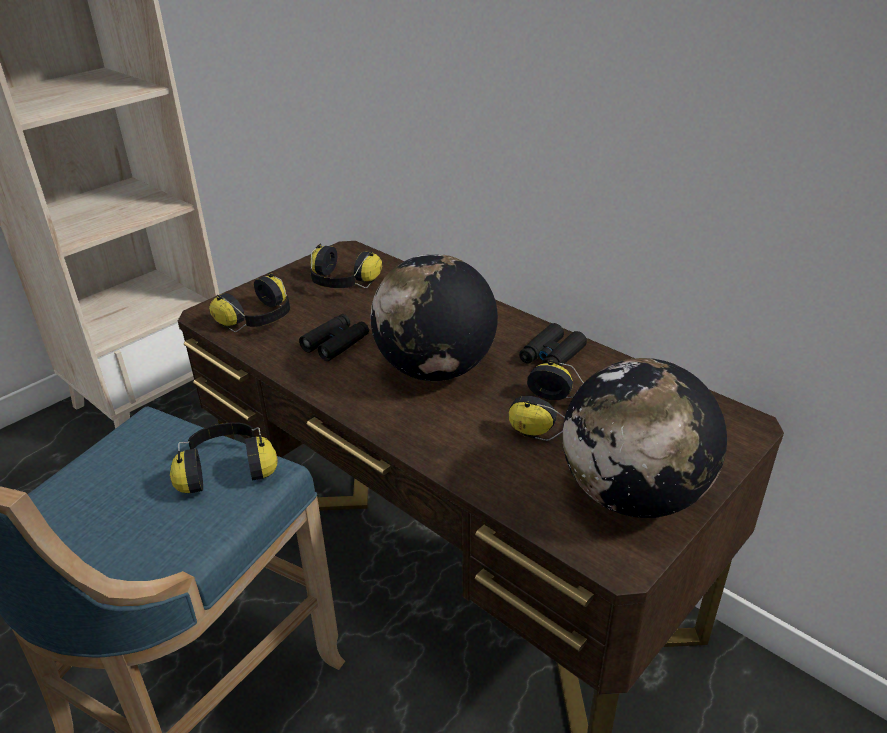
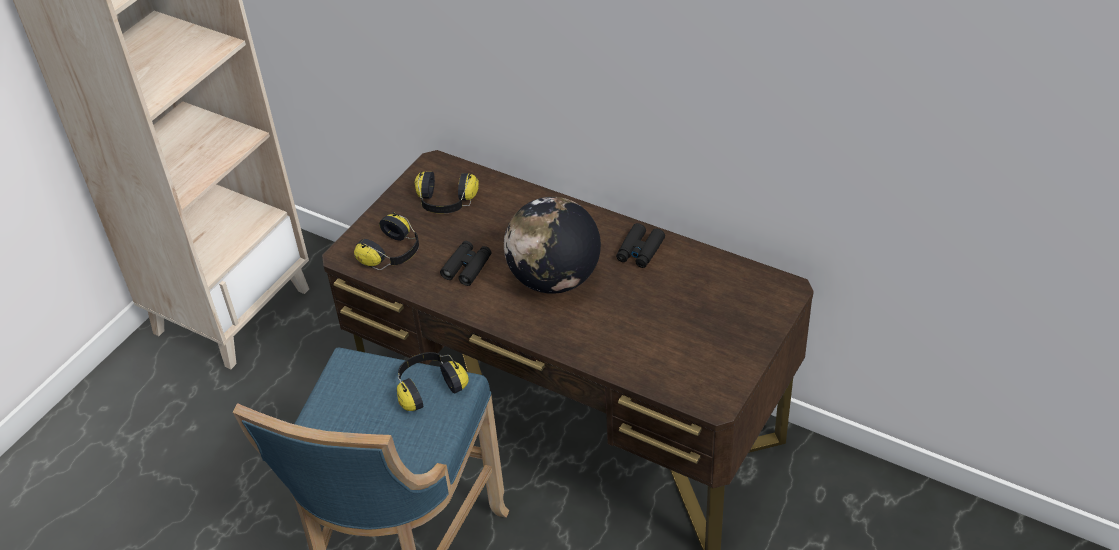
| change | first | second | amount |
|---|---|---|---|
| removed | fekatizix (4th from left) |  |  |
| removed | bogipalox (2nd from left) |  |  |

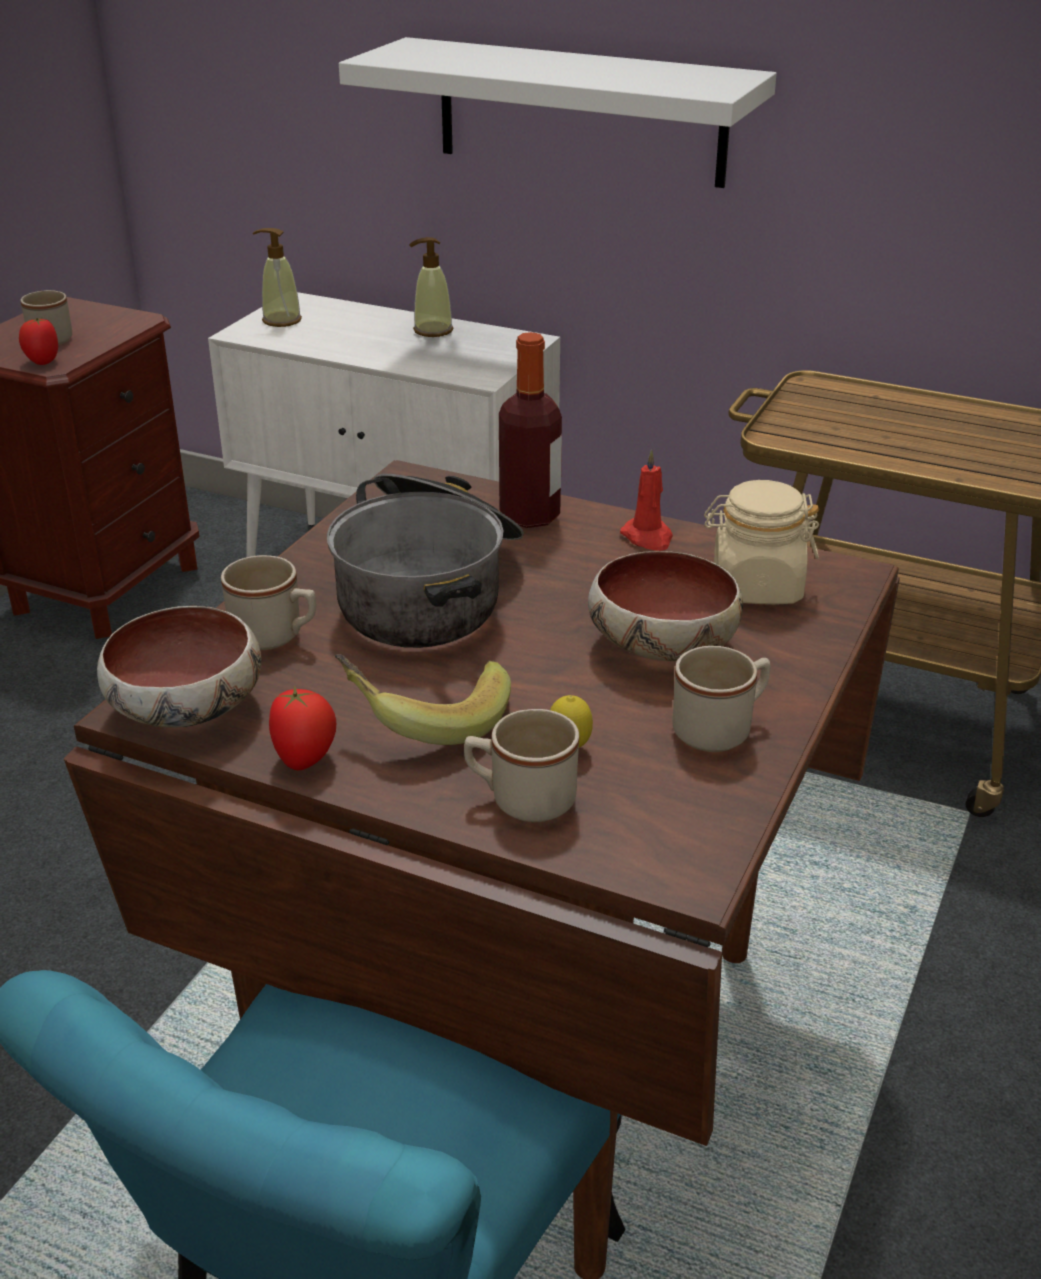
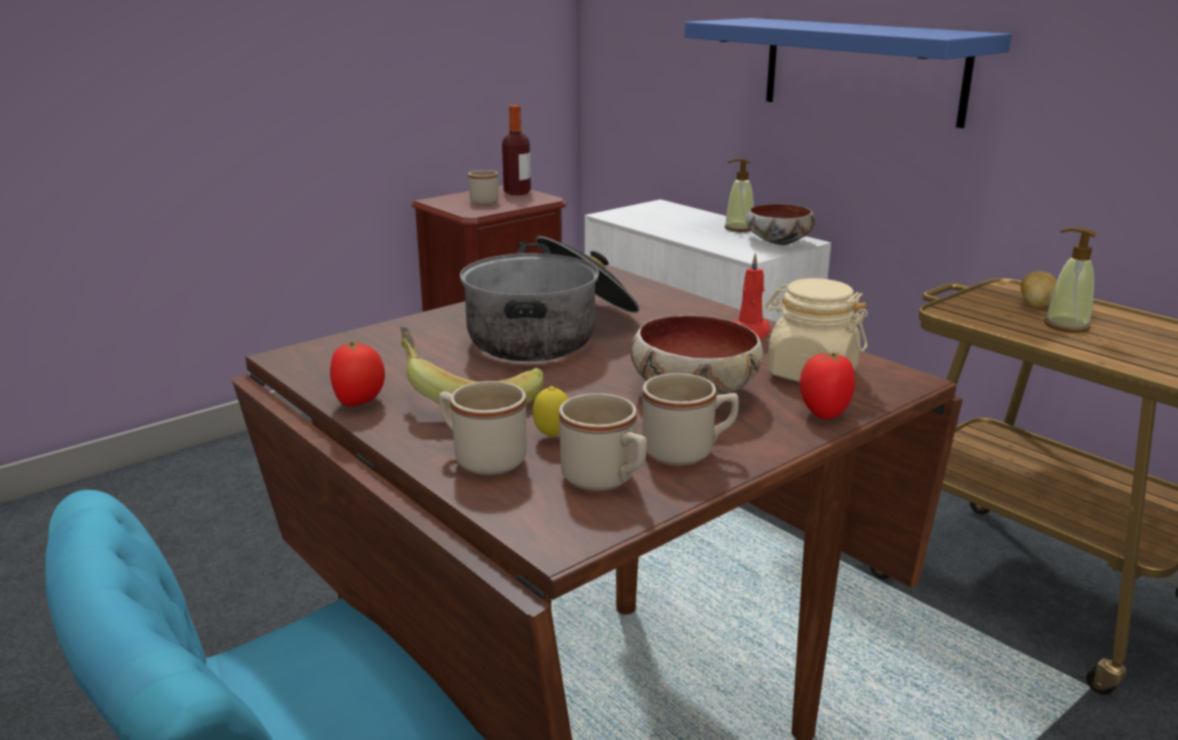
| change | first | second | amount |
|---|---|---|---|
| moved | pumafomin (1st from left in the first image) | pumafomin (2nd from left) |  |
| moved | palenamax (1st from left in the first image) | palenamax (2nd from left) |  |
| moved | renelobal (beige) (2nd from left in the first image) | renelobal (beige) (3rd from left) |  |
| moved | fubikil (1st from left in the first image) | fubikil (2nd from left) |  |
| recoloured | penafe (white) | penafe (blue) |  |
| moved | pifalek |  |  |
| added |  | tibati |  |

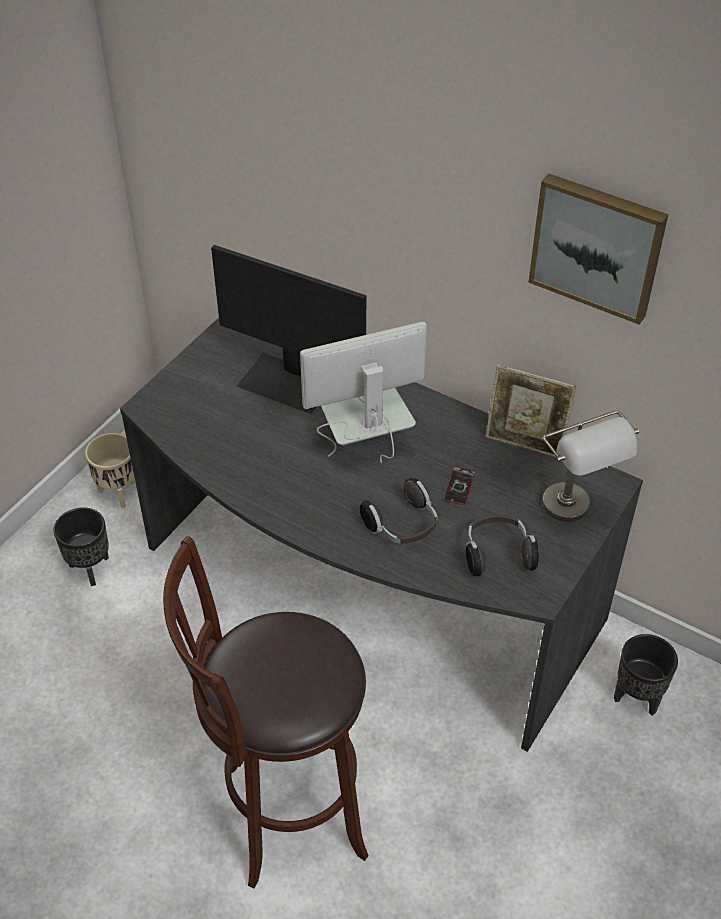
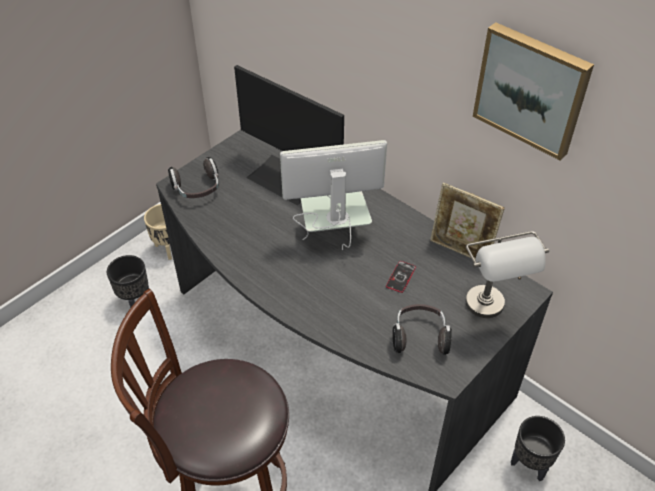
| change | first | second | amount |
|---|---|---|---|
| moved | fekatizix (1st from left) |  |  |

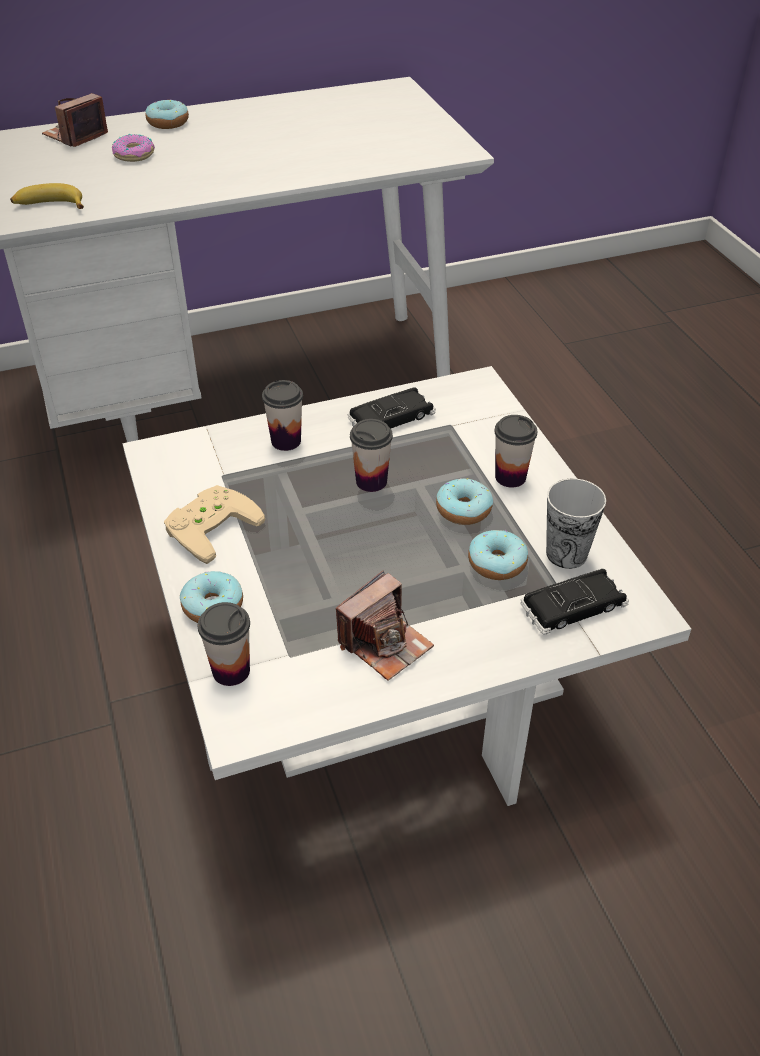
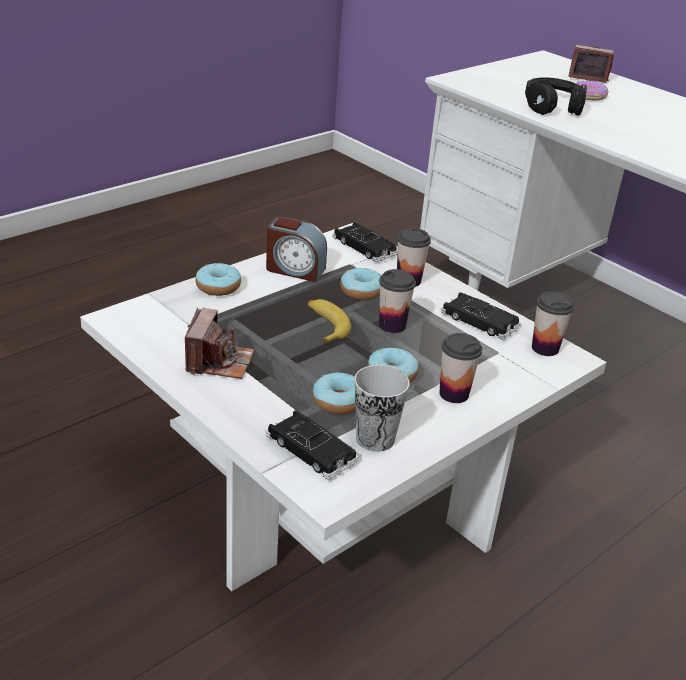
| change | first | second | amount |
|---|---|---|---|
| moved | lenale |  |  |
| moved | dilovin (2nd from left in the first image) | dilovin (3rd from left) |  |
| replaced | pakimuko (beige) | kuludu |  |
| moved | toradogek (1st from left in the first image) | toradogek (5th from left) |  |
| turned | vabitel (2nd from left in the first image) | vabitel (1st from left) | 105 degrees counterclockwise |
| added |  | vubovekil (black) (2nd from left) |  |
| added |  | fekatizix (black) |  |

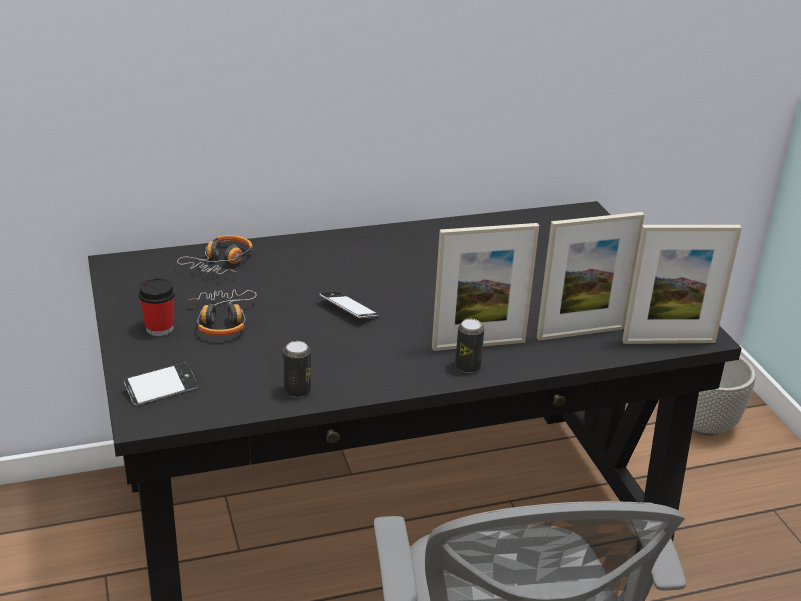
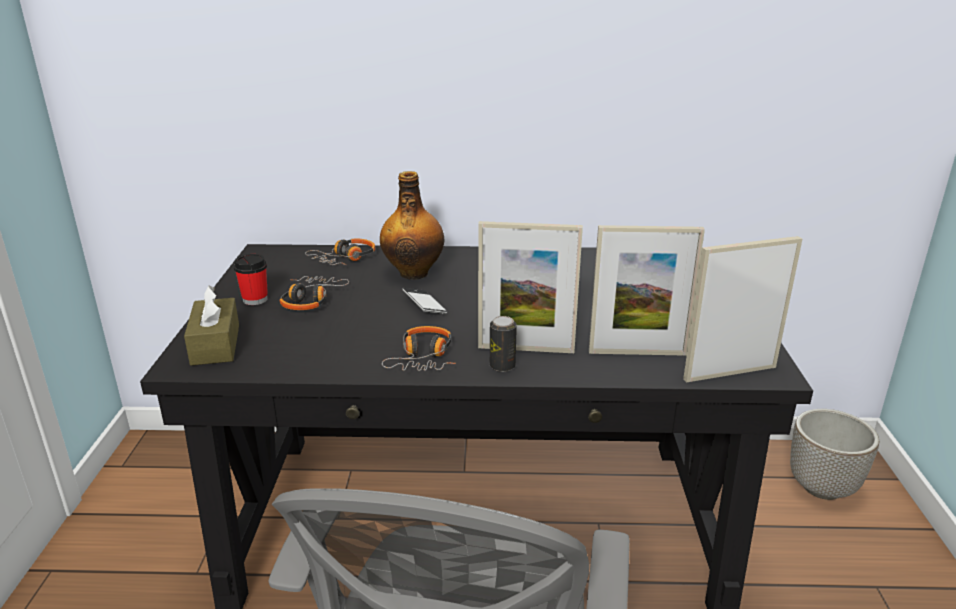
| change | first | second | amount |
|---|---|---|---|
| replaced | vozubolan (1st from left) | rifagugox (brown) |  |
| removed | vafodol (1st from left) |  |  |
| turned | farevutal (3rd from left) |  | 150 degrees clockwise |
| added |  | pifalek |  |
| added |  | fekatizix (3rd from left) |  |

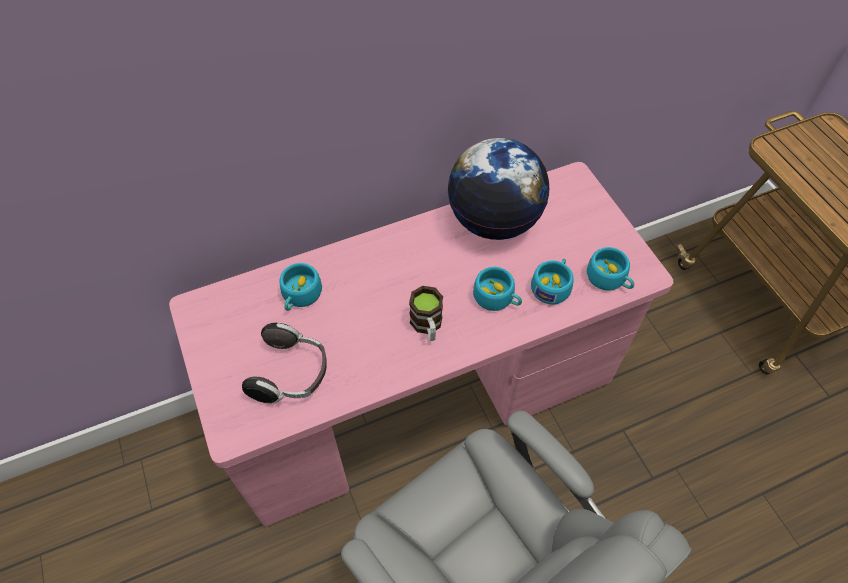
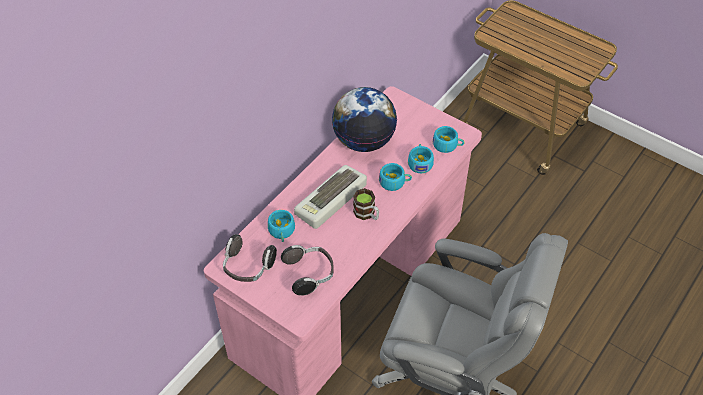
| change | first | second | amount |
|---|---|---|---|
| added |  | fekatizix (1st from left) |  |
| added |  | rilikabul |  |

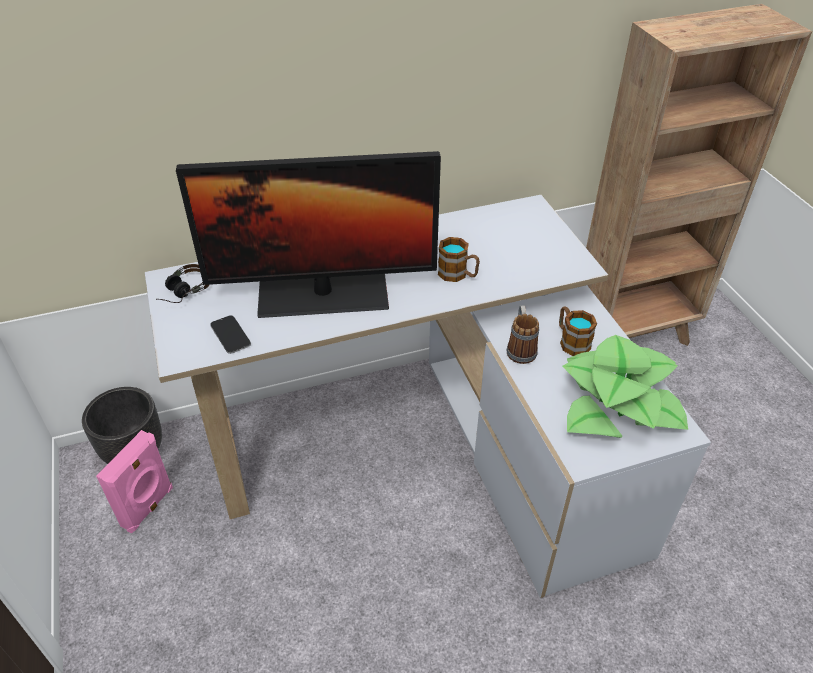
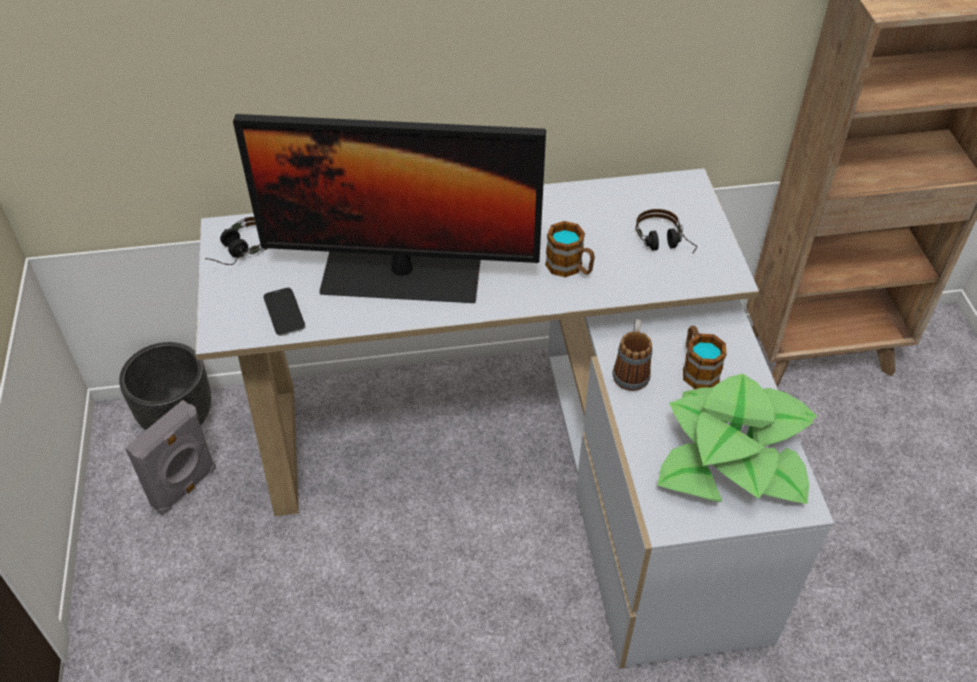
| change | first | second | amount |
|---|---|---|---|
| recoloured | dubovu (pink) | dubovu (grey) |  |
| added |  | fekatizix (2nd from left) |  |

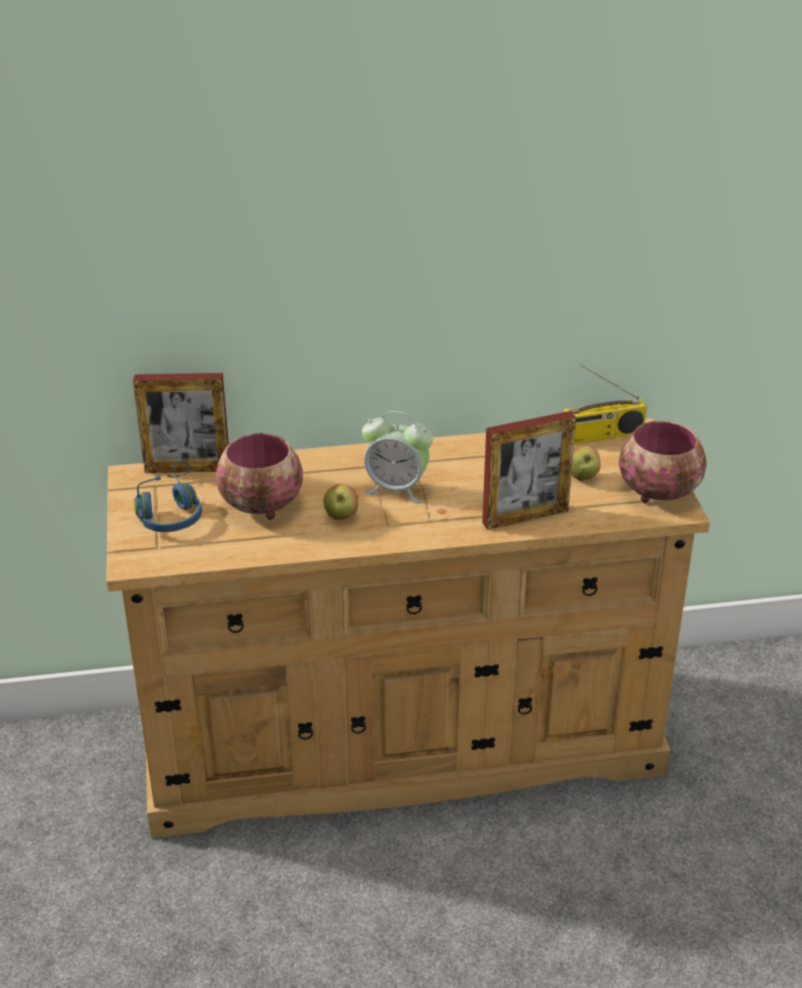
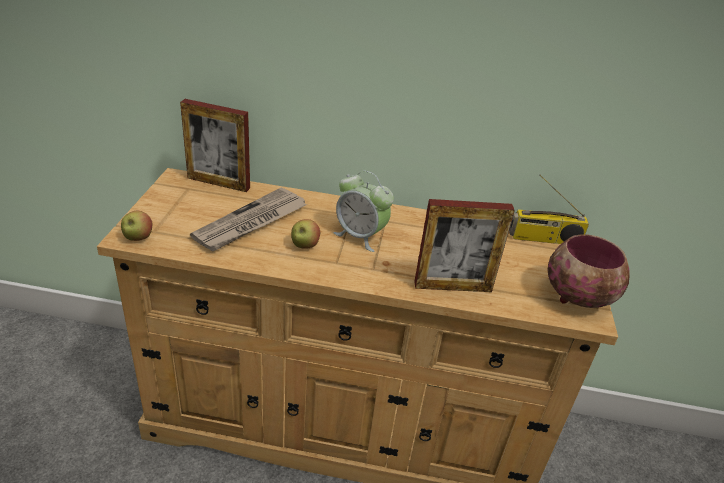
| change | first | second | amount |
|---|---|---|---|
| removed | fekatizix (blue) |  |  |
| replaced | palenamax (1st from left) | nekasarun |  |
| moved | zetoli (2nd from left in the first image) | zetoli (1st from left) |  |

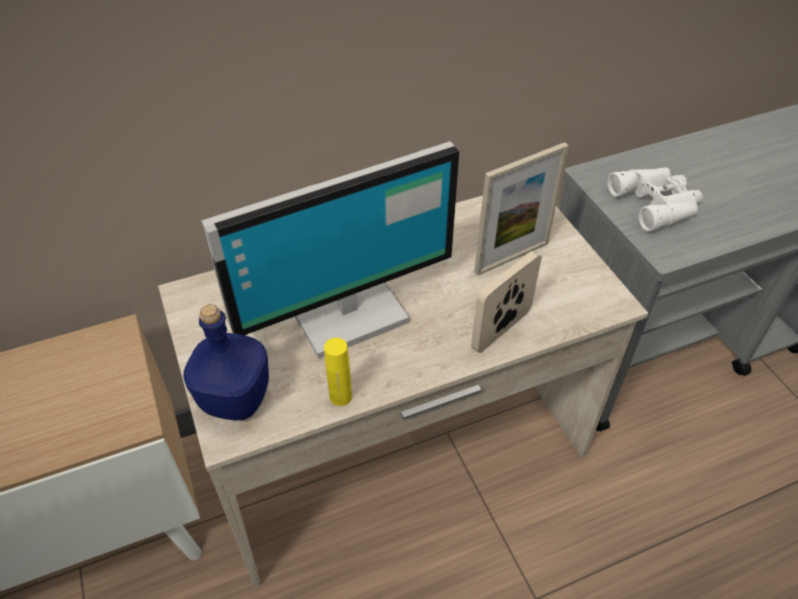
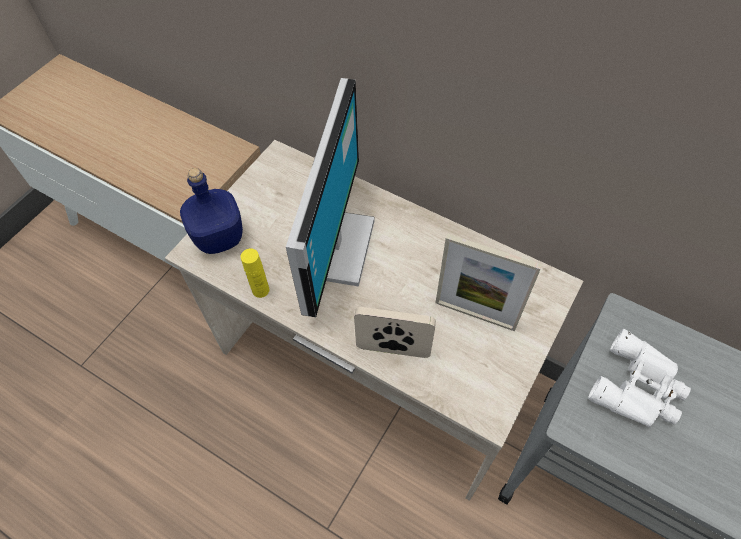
| change | first | second | amount |
|---|---|---|---|
| turned | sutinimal |  | 105 degrees counterclockwise |

